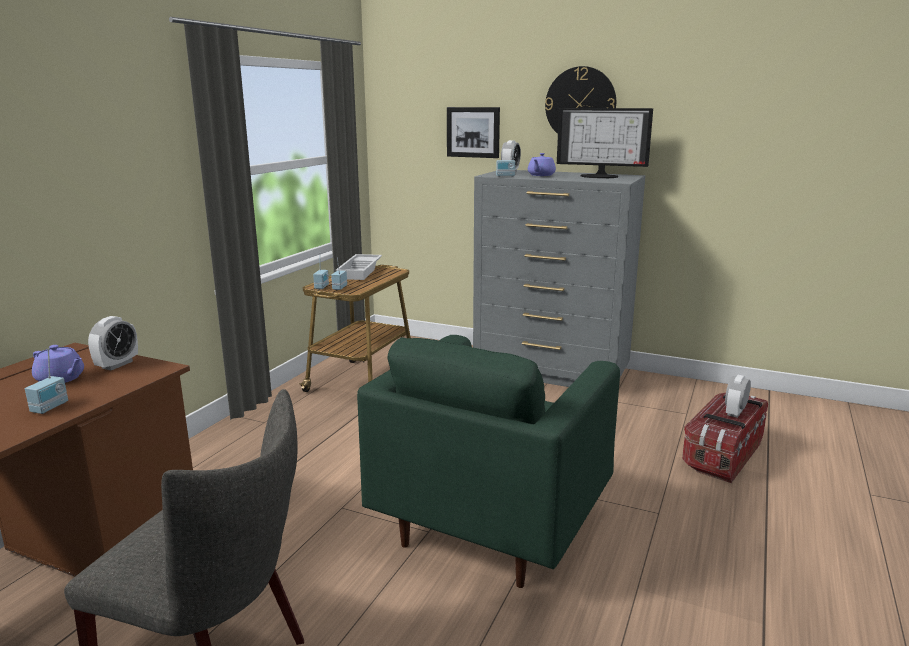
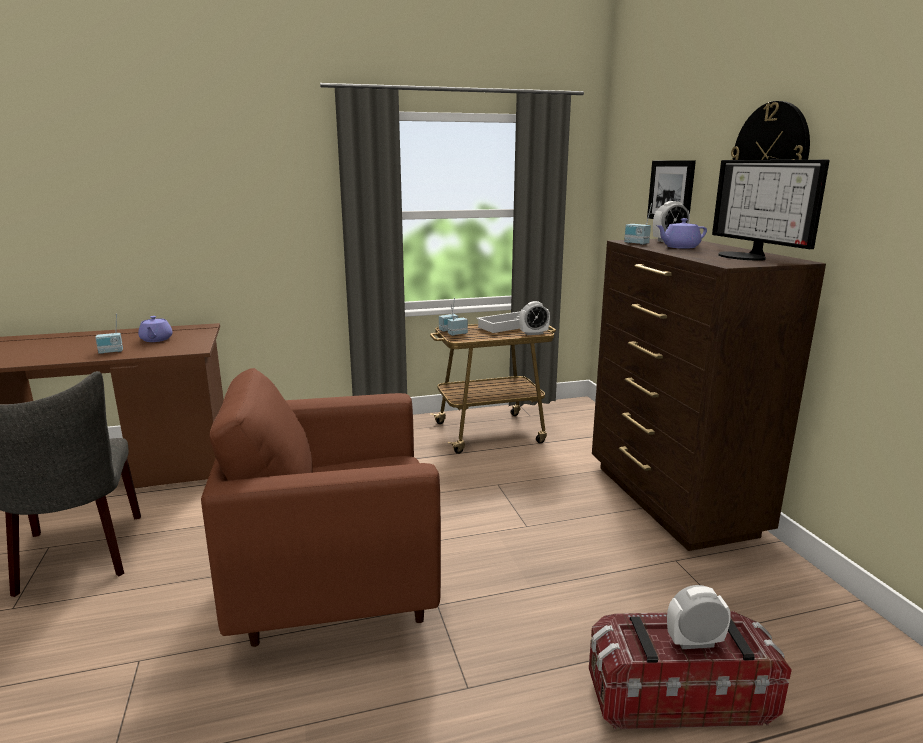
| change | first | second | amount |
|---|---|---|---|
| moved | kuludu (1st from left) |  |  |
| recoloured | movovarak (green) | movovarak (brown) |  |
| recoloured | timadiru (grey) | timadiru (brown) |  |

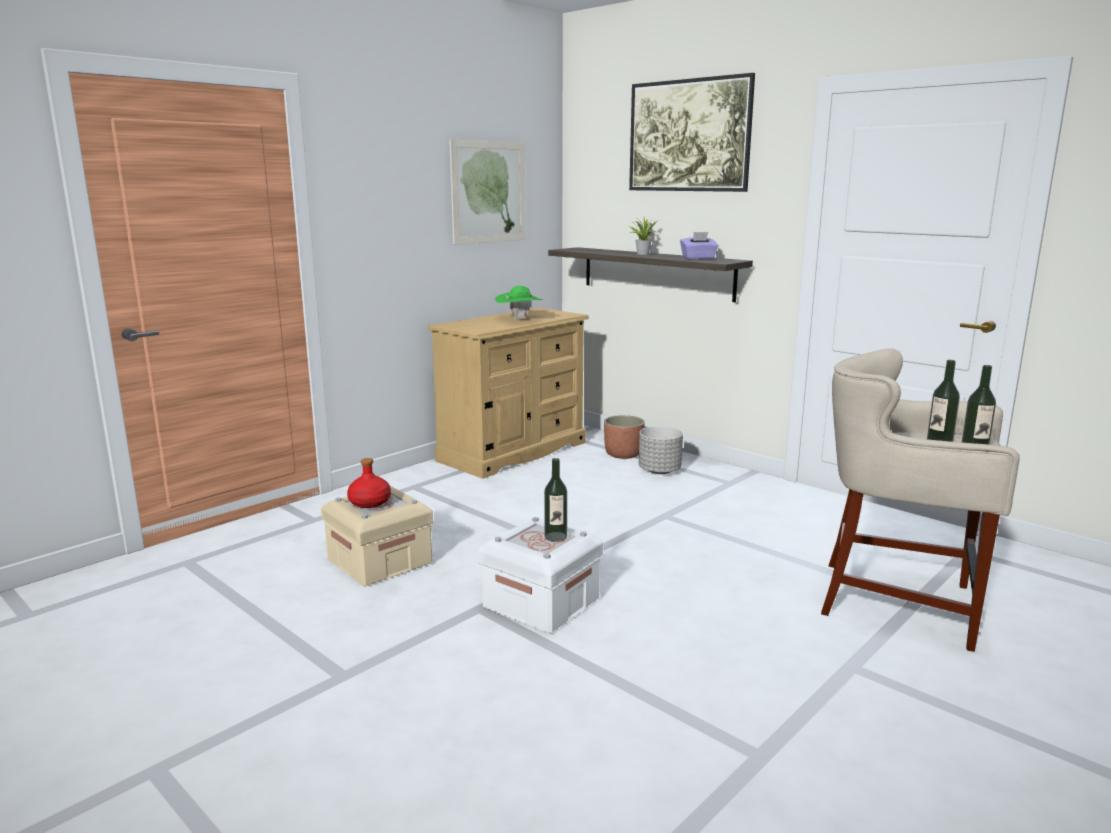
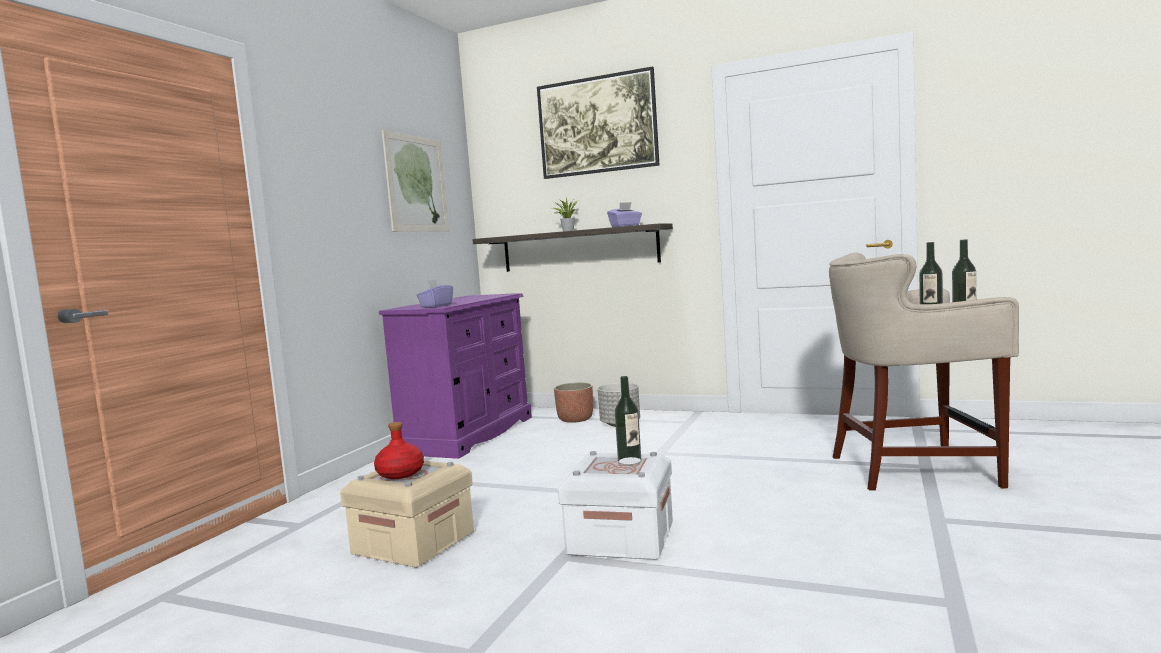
| change | first | second | amount |
|---|---|---|---|
| recoloured | timadiru (beige) | timadiru (purple) |  |
| removed | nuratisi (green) |  |  |
| added |  | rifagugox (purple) (1st from left) |  |

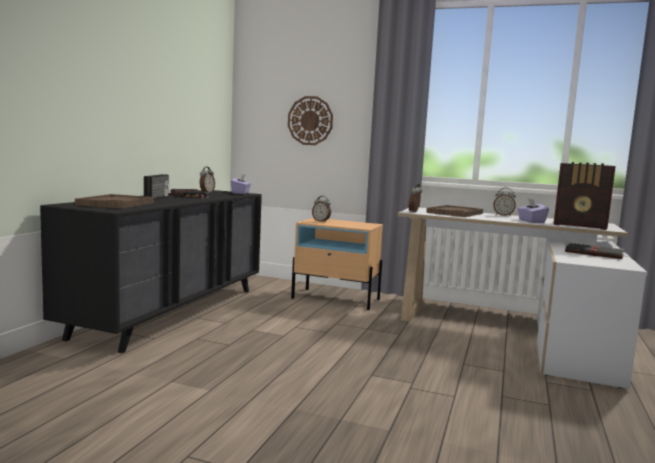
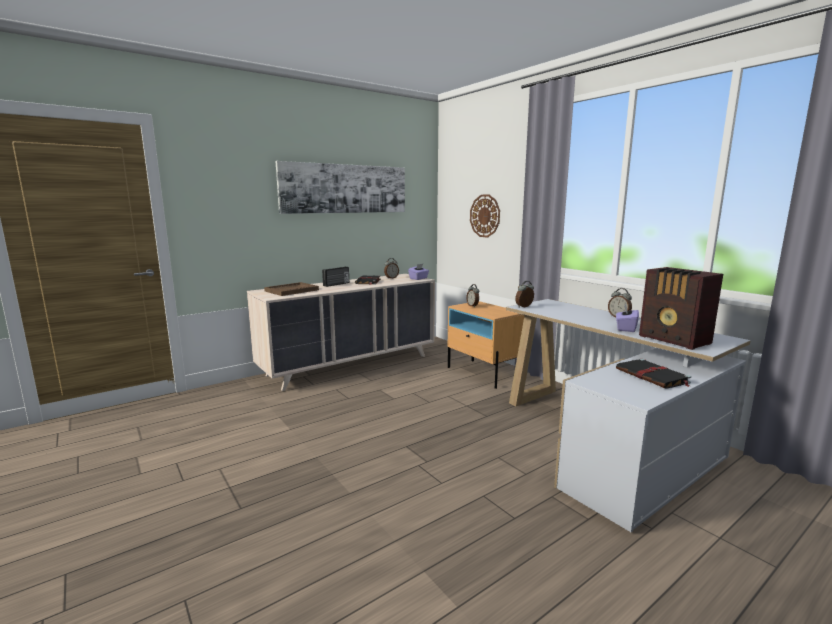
| change | first | second | amount |
|---|---|---|---|
| recoloured | timadiru (black) | timadiru (beige) |  |
| removed | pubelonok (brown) (2nd from left) |  |  |
| added |  | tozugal |  |

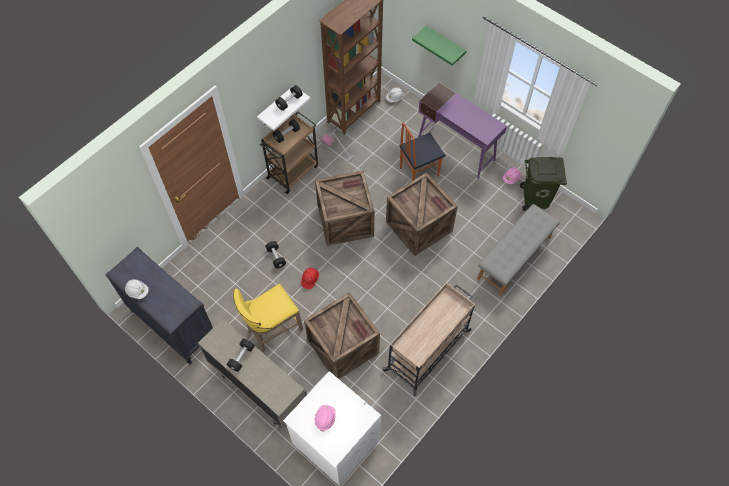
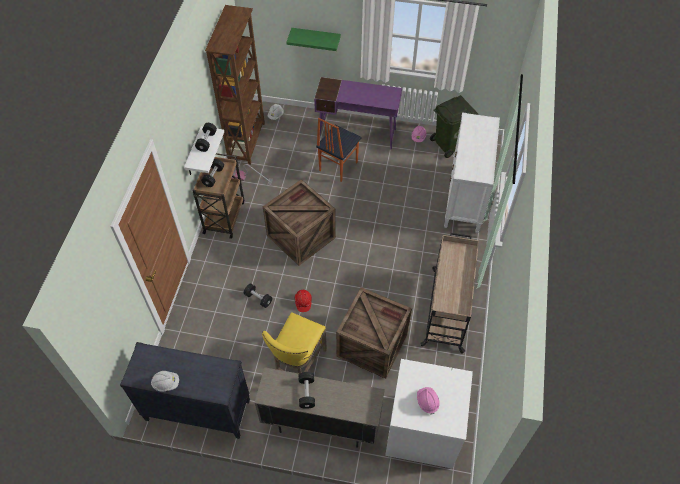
| change | first | second | amount |
|---|---|---|---|
| removed | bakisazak (3rd from left) |  |  |
| replaced | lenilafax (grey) | timadiru (white) |  |

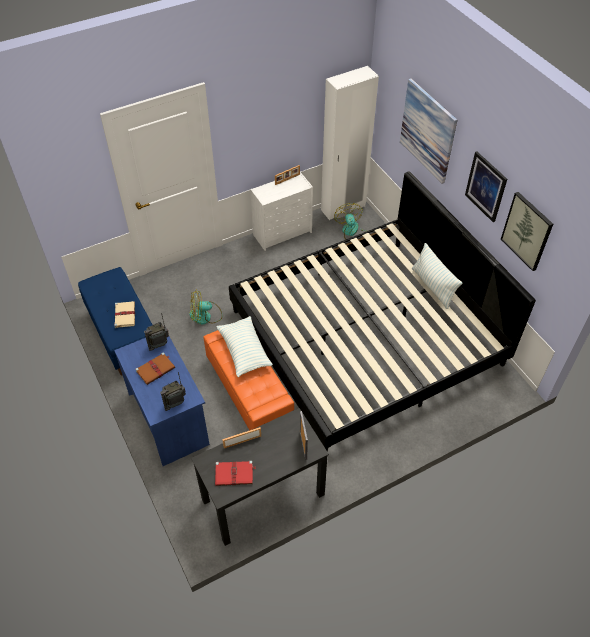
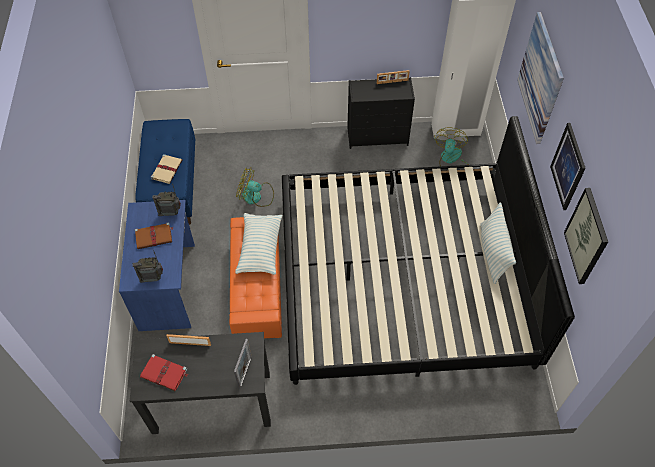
| change | first | second | amount |
|---|---|---|---|
| recoloured | timadiru (white) | timadiru (black) |  |

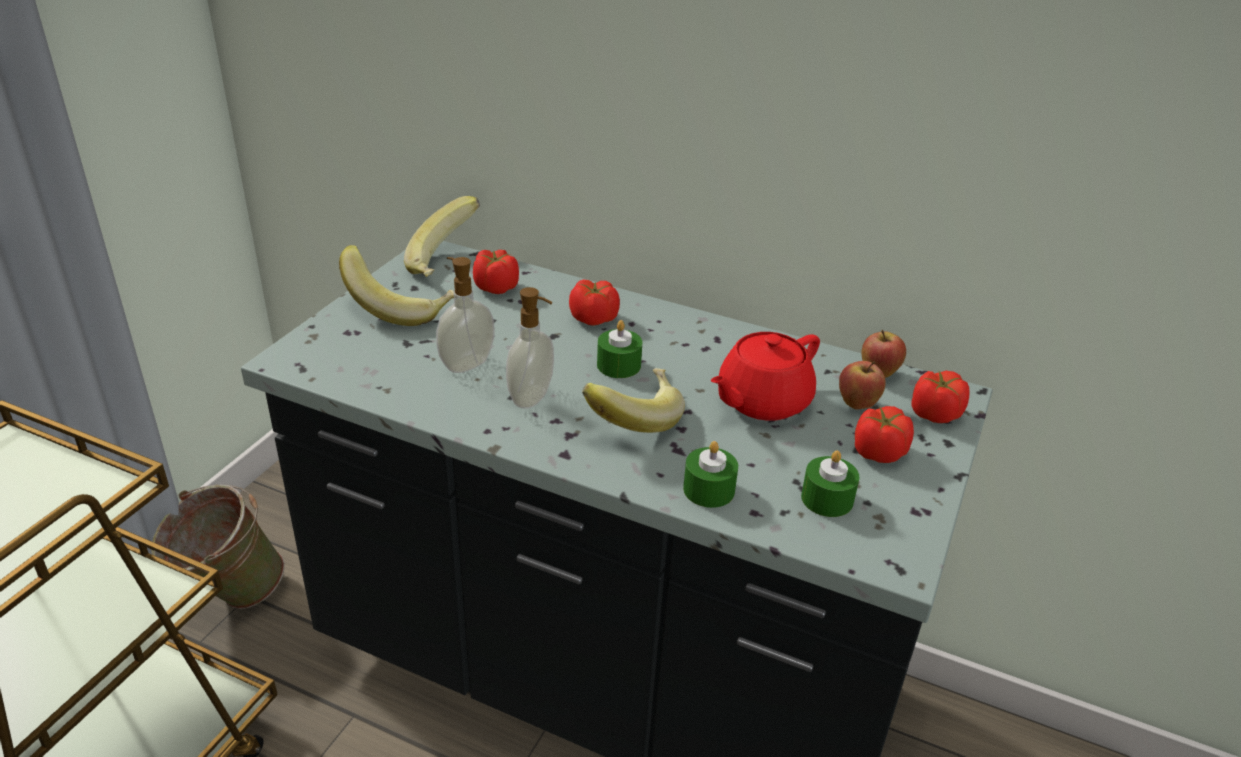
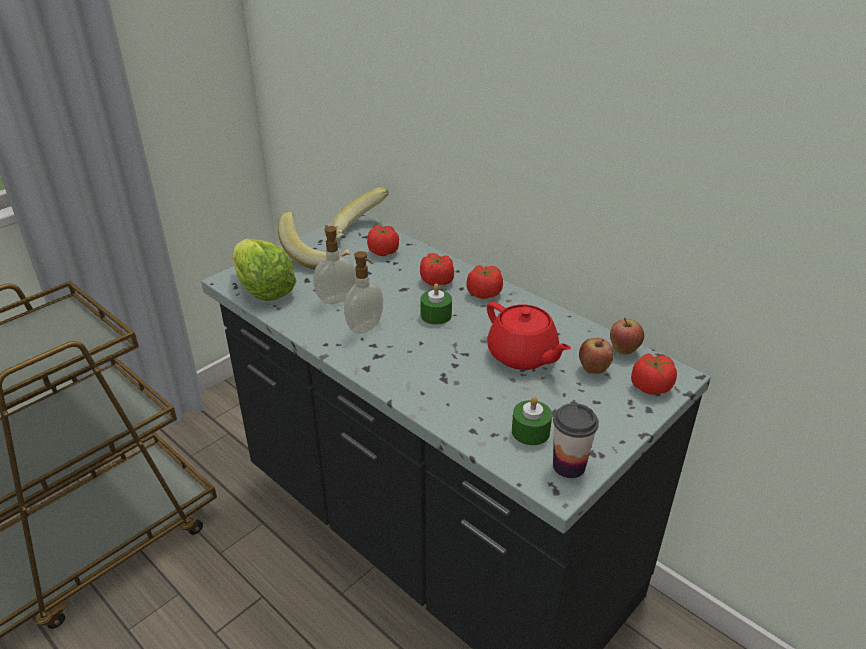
| change | first | second | amount |
|---|---|---|---|
| removed | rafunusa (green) |  |  |
| removed | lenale (3rd from left) |  |  |
| removed | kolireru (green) (2nd from left) |  |  |
| turned | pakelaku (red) |  | 105 degrees counterclockwise |
| moved | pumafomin (3rd from left) |  |  |
| added |  | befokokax |  |
| added |  | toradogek |  |

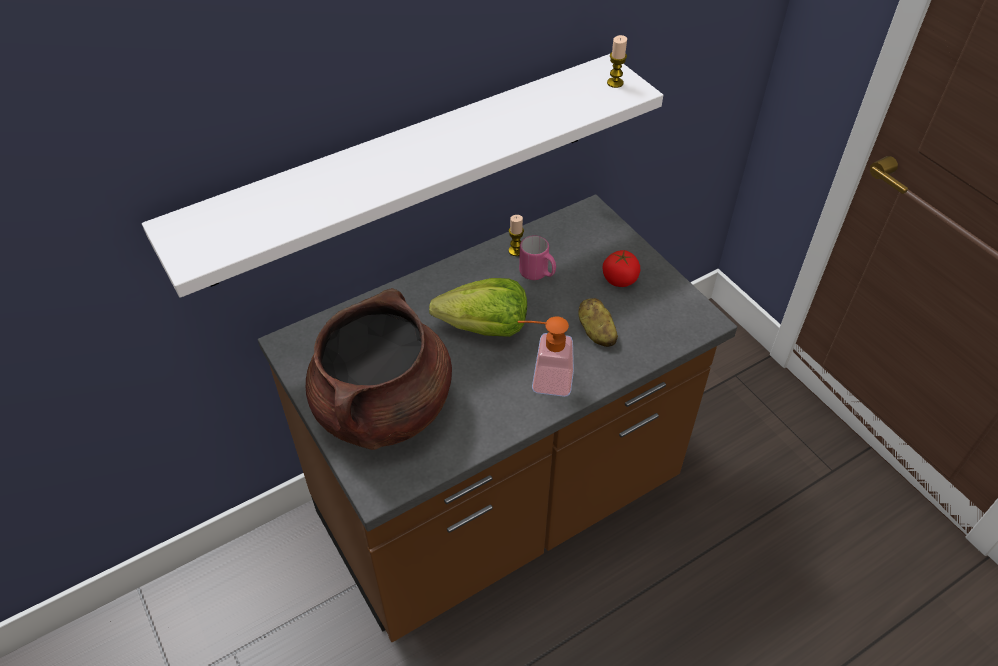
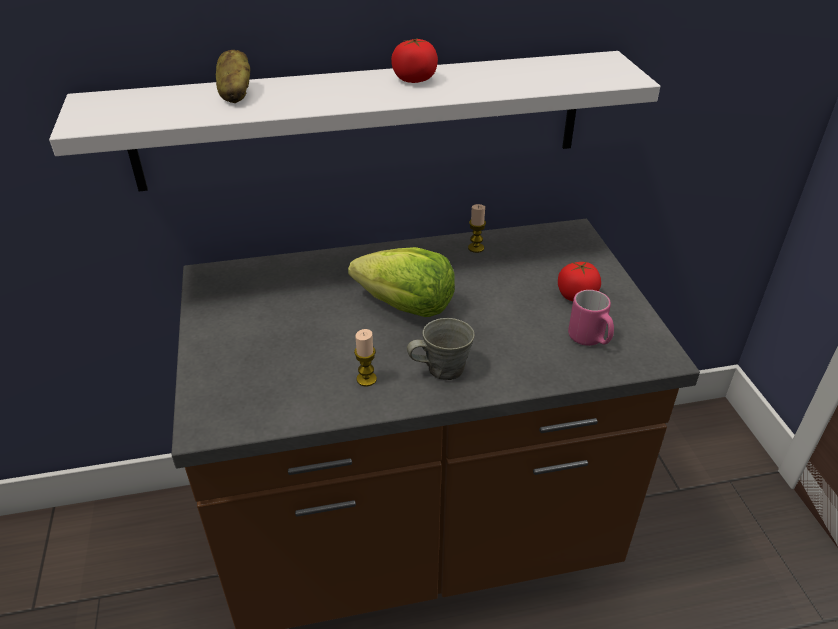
| change | first | second | amount |
|---|---|---|---|
| removed | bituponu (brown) |  |  |
| replaced | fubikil | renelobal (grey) |  |
| moved | renelobal (pink) |  |  |
| moved | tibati |  |  |
| moved | kolireru (2nd from left in the first image) | kolireru (1st from left) |  |
| added |  | pumafomin (1st from left) |  |

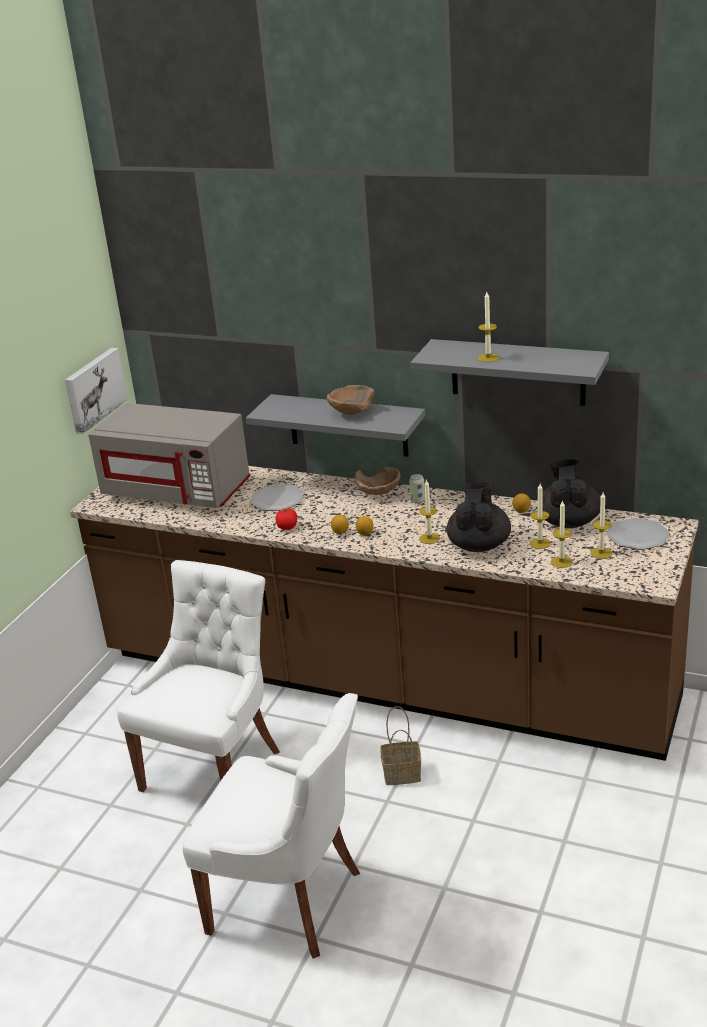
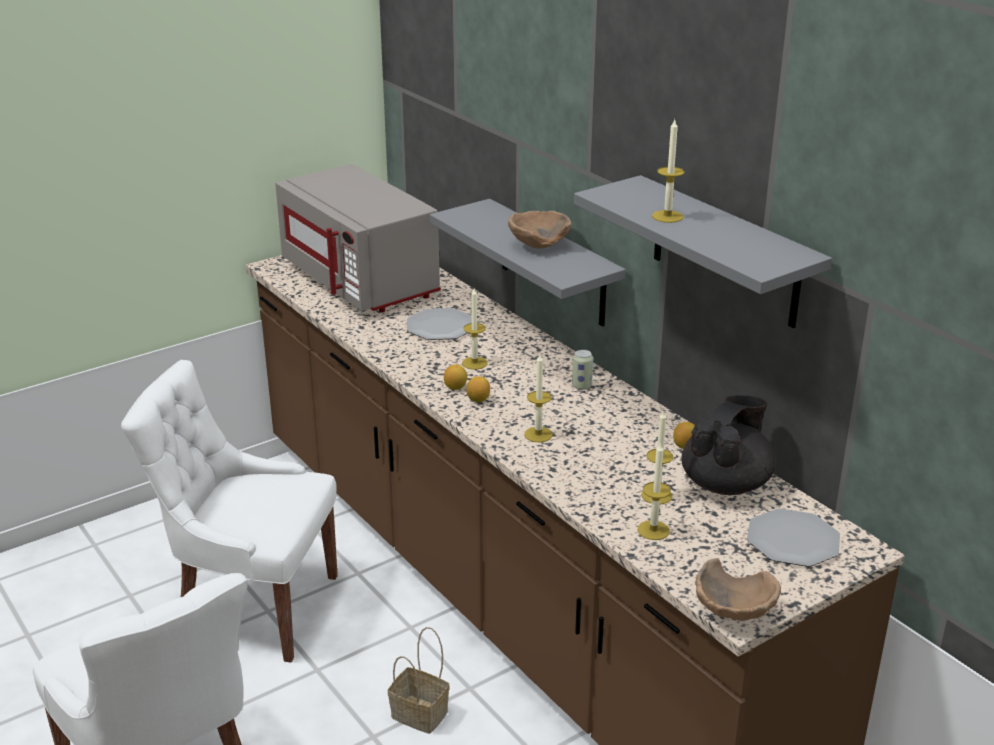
| change | first | second | amount |
|---|---|---|---|
| removed | tozugal |  |  |
| turned | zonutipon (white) (1st from left in the first image) | zonutipon (white) (2nd from left) | 135 degrees counterclockwise |
| removed | pumafomin |  |  |
| moved | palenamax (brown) (2nd from left) |  |  |
| removed | pakelaku (black) (1st from left) |  |  |
| moved | kolireru (5th from left in the first image) | kolireru (1st from left) |  |

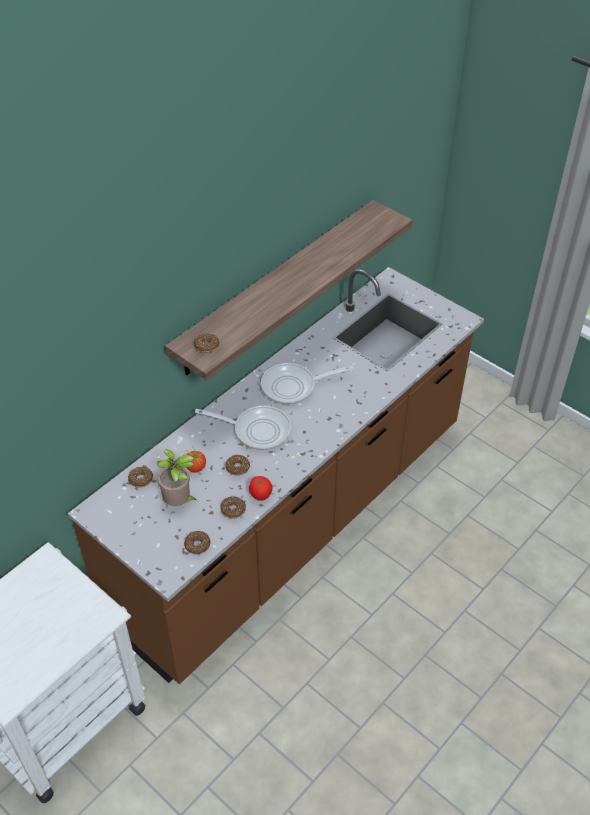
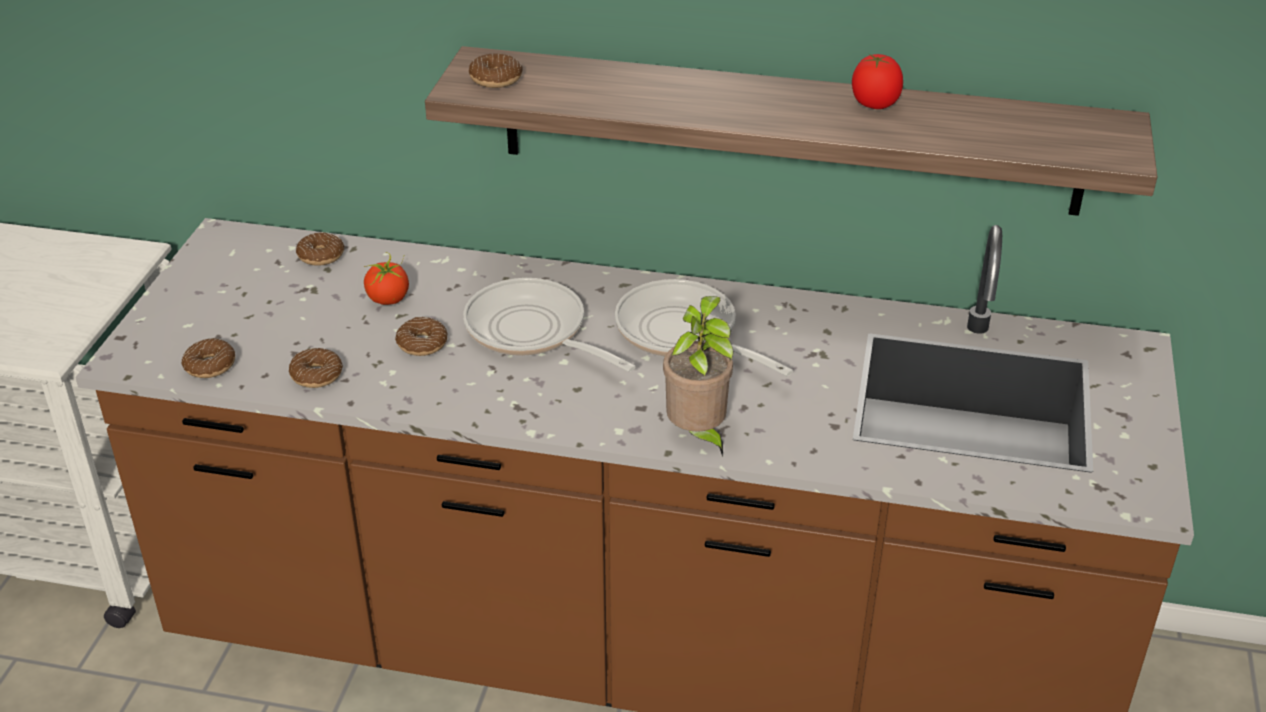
| change | first | second | amount |
|---|---|---|---|
| moved | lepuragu |  |  |
| turned | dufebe (1st from left) |  | 150 degrees clockwise |
| moved | pumafomin (2nd from left) |  |  |

